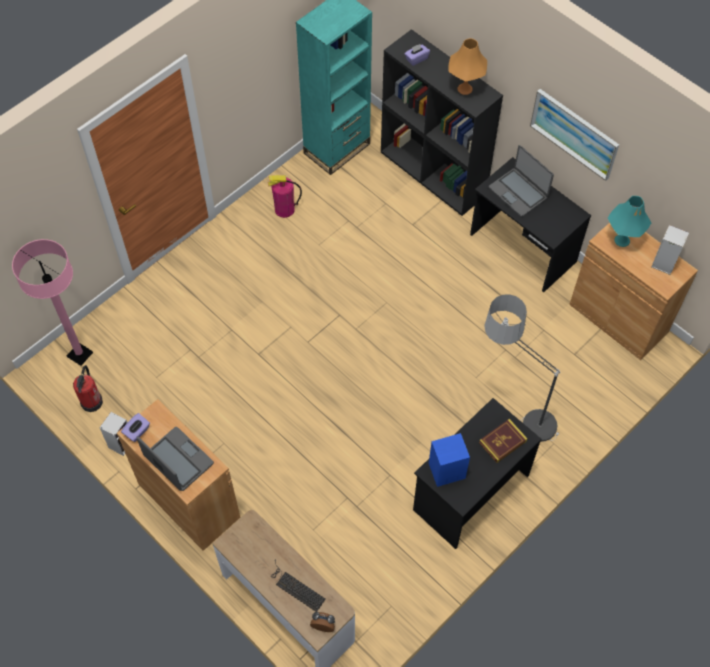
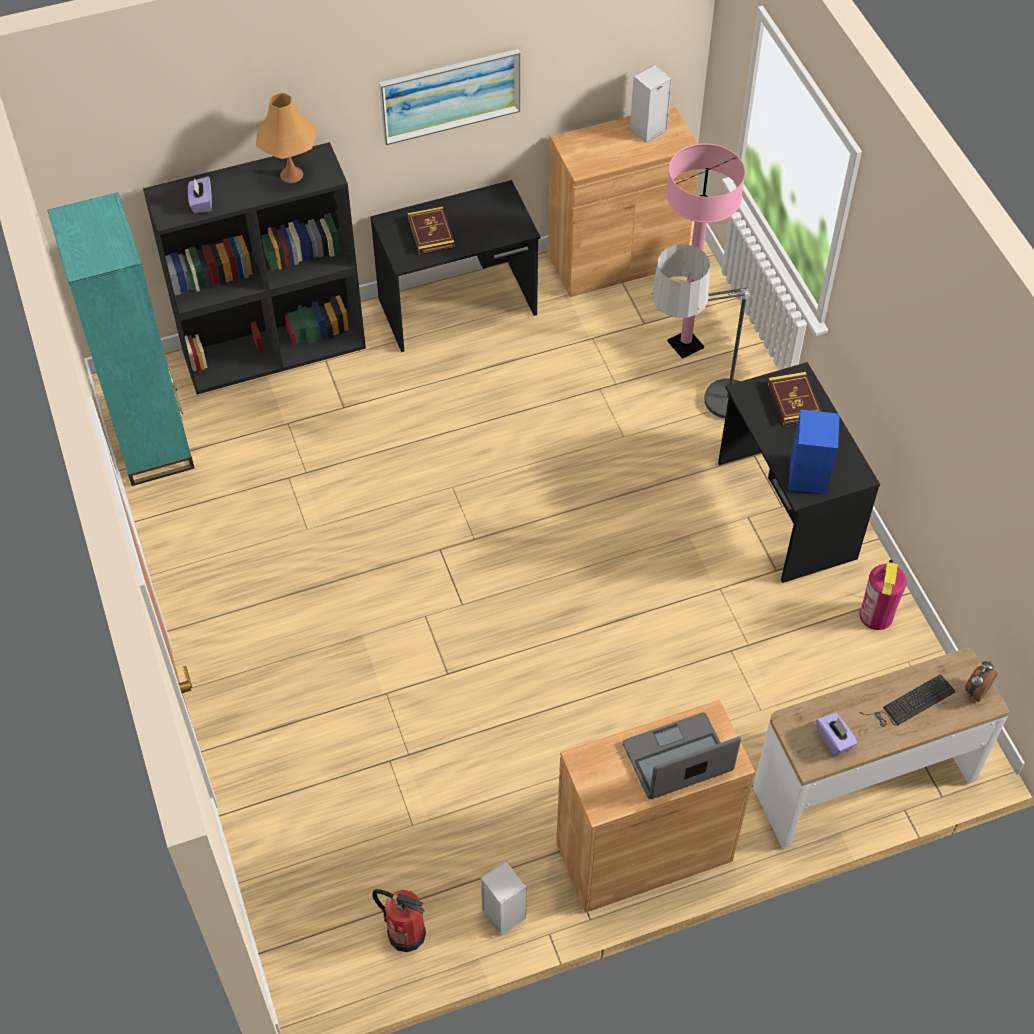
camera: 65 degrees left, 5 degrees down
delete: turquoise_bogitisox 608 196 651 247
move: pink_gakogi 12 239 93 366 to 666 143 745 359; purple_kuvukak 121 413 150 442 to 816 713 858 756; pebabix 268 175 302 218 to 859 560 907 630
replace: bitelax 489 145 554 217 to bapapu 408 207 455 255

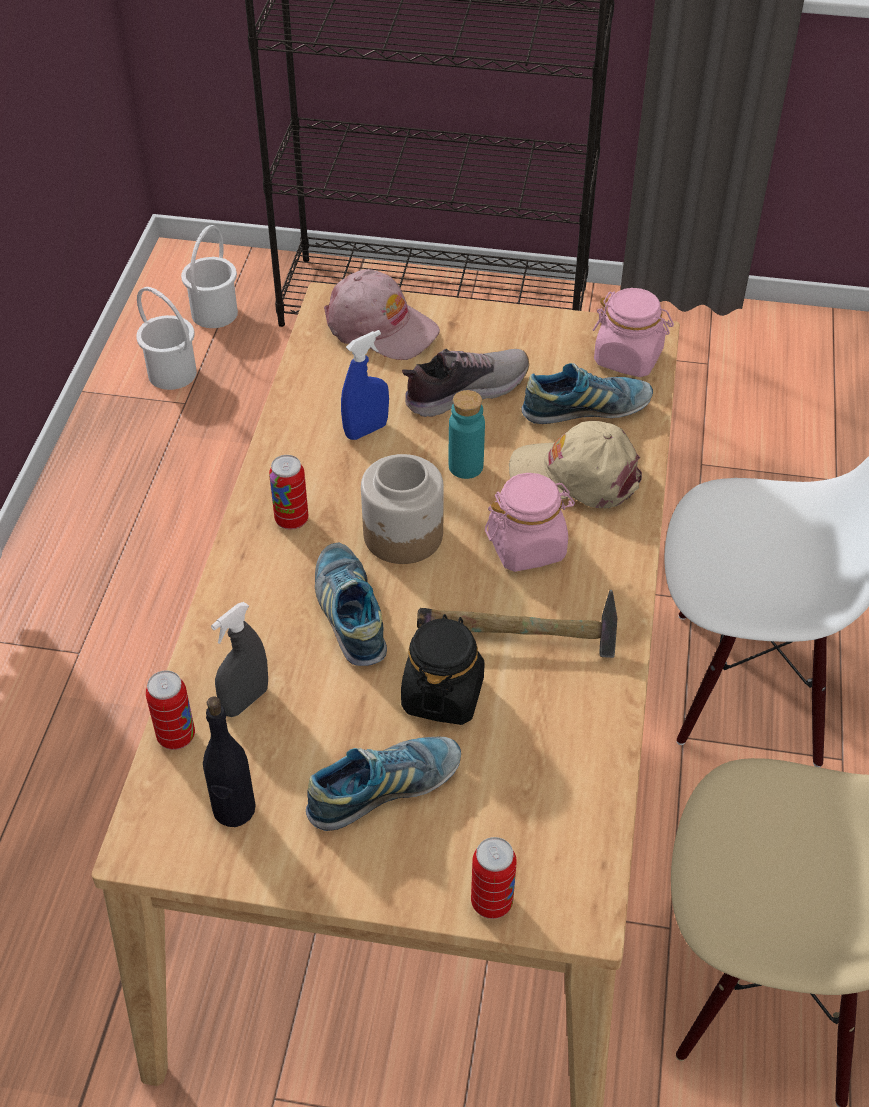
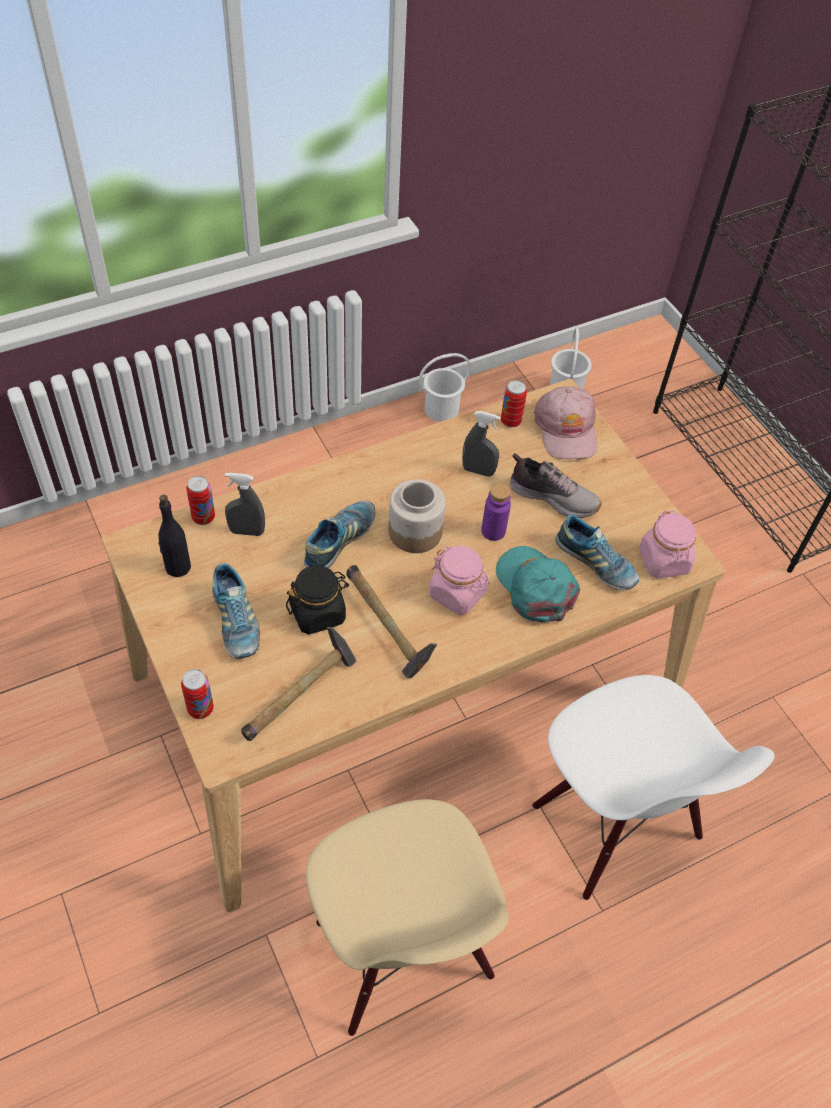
camera: 50 degrees right, 5 degrees up
insert: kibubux 241 627 357 741
move: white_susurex 181 225 238 328 to 419 353 471 422; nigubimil 269 455 309 530 to 501 380 527 427
recolor: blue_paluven 341 330 389 440 to grey_paluven 462 411 501 477; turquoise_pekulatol 449 390 485 479 to purple_pekulatol 481 483 511 541; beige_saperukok 509 421 642 508 to turquoise_saperukok 496 546 580 623
rotate: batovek 306 737 461 831 = 212 563 260 658 45 degrees clockwise

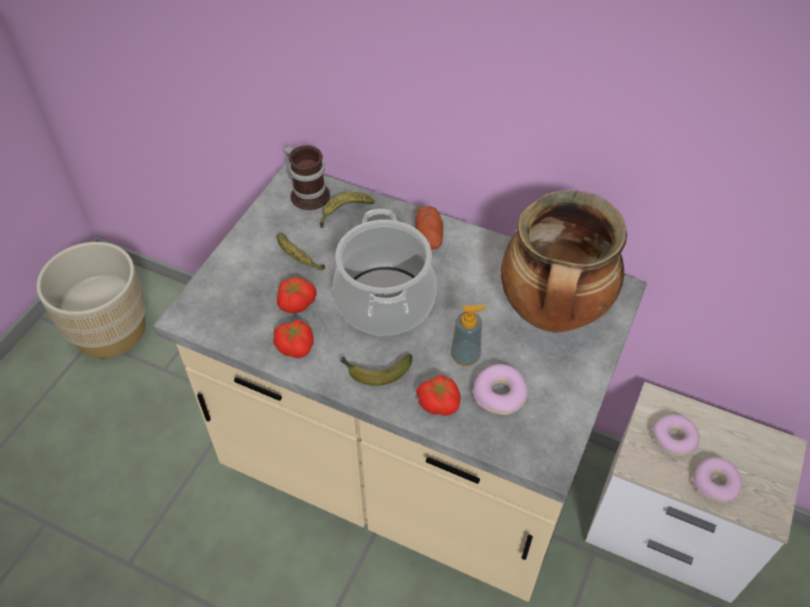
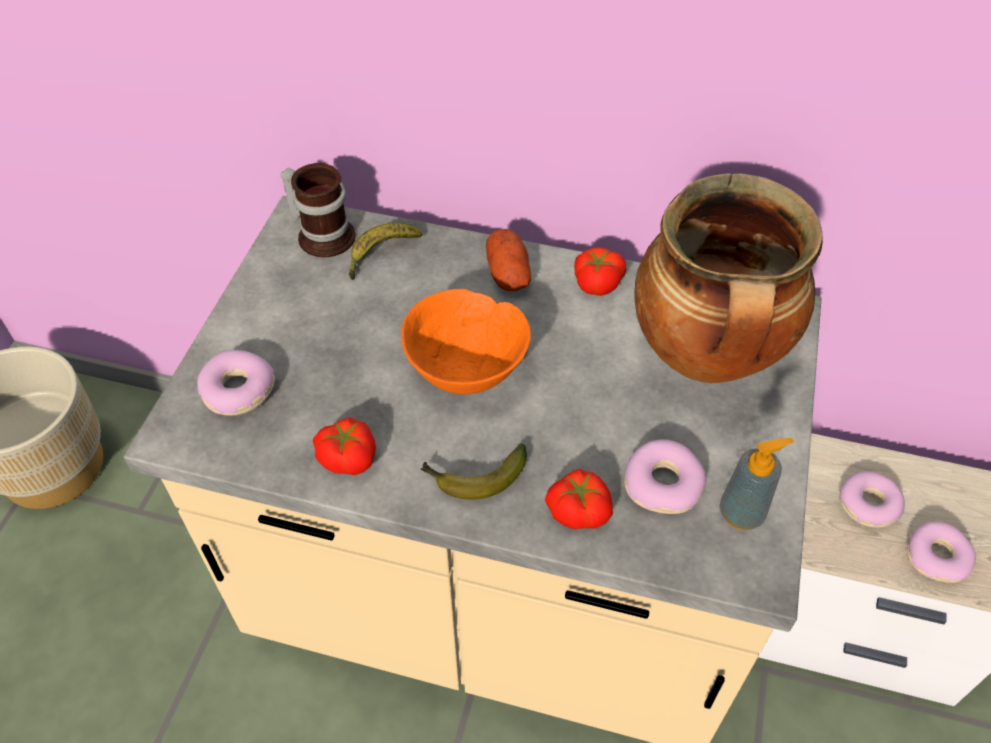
camera: 10 degrees left, 0 degrees up
delete: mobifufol 277 233 325 270
insert: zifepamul 197 350 275 416
move: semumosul 277 277 317 314 to 574 247 626 296; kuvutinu 451 305 487 366 to 720 438 794 530
replace: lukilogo 332 209 437 335 to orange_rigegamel 401 289 531 395

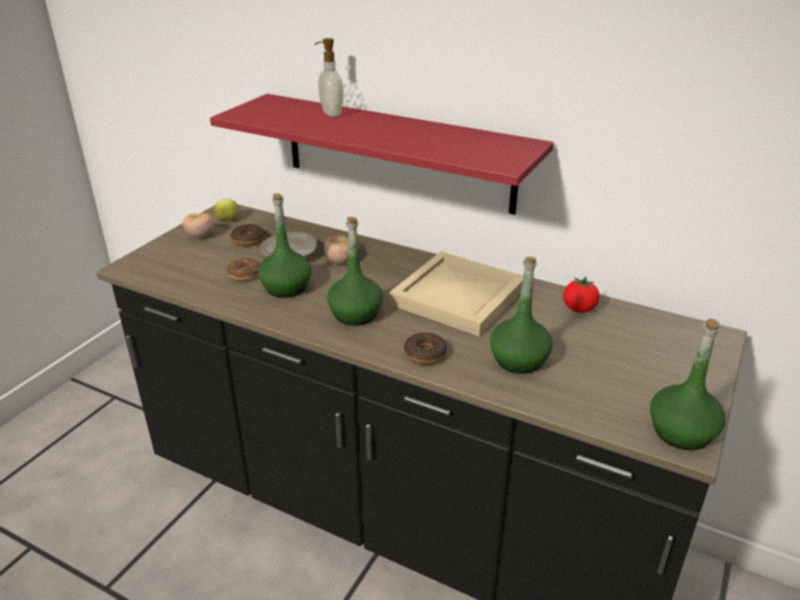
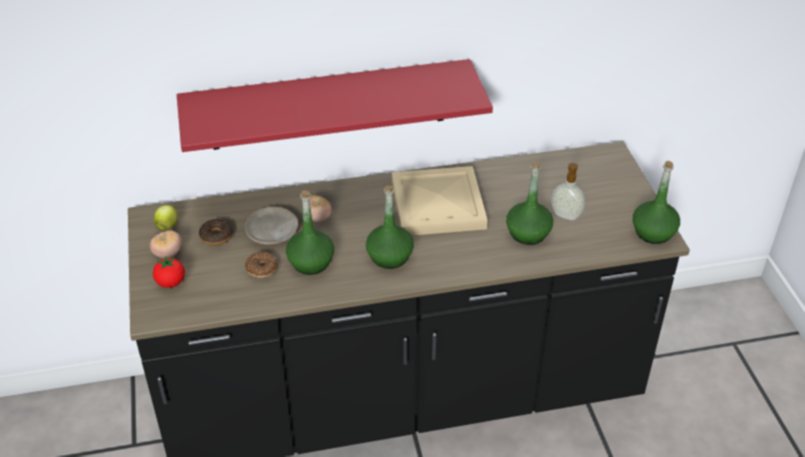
camera: 40 degrees left, 10 degrees up
delete: zifepamul 404 332 447 365
move: kuvutinu 314 38 344 117 to 551 163 585 220; semumosul 563 277 600 313 to 153 256 185 288

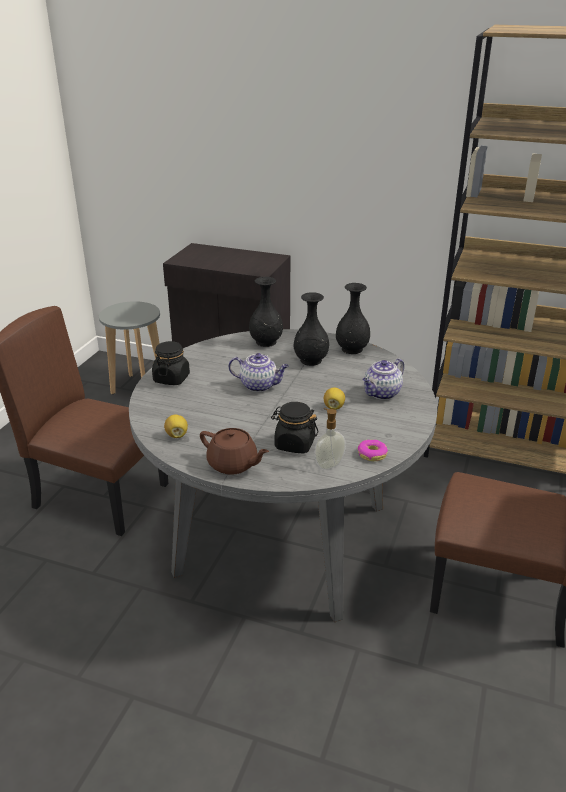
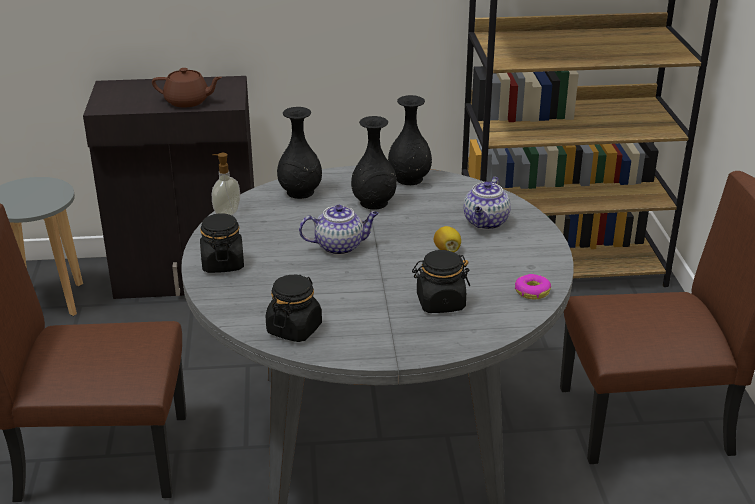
camera: 25 degrees left, 0 degrees up
move: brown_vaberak 200 428 269 475 to 152 68 222 107; kuvutinu 315 408 346 469 to 212 153 240 215
replace: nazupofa 164 415 188 438 to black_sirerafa 265 275 322 342

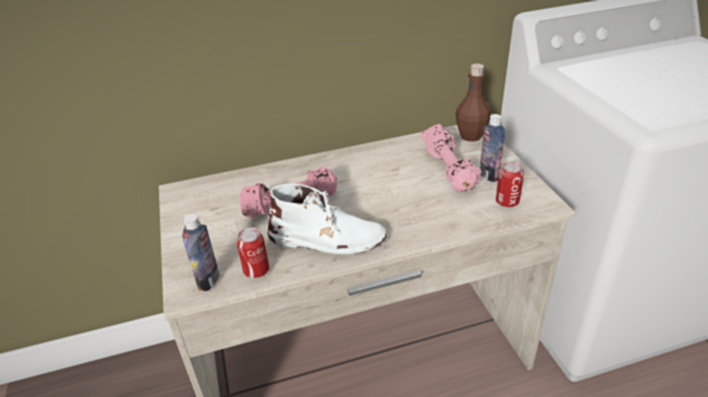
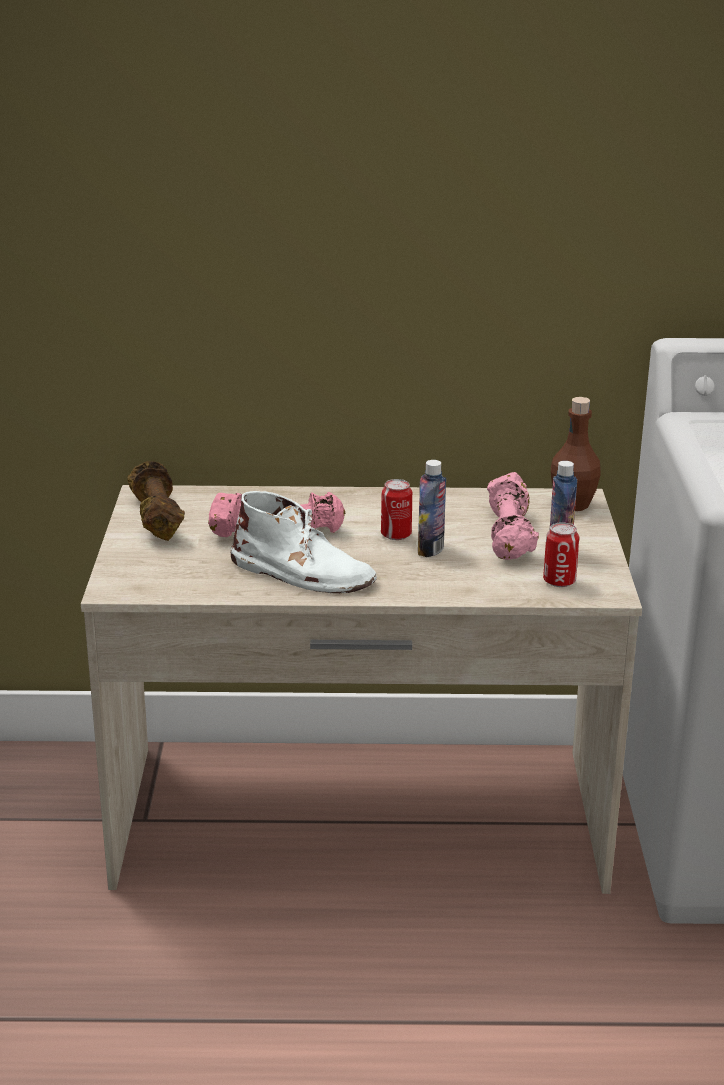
camera: 15 degrees right, 10 degrees down
insert: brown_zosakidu 127 461 185 541
move: pekulatol 182 214 219 291 to 418 460 446 557; nigubimil 236 227 269 278 to 381 479 412 540

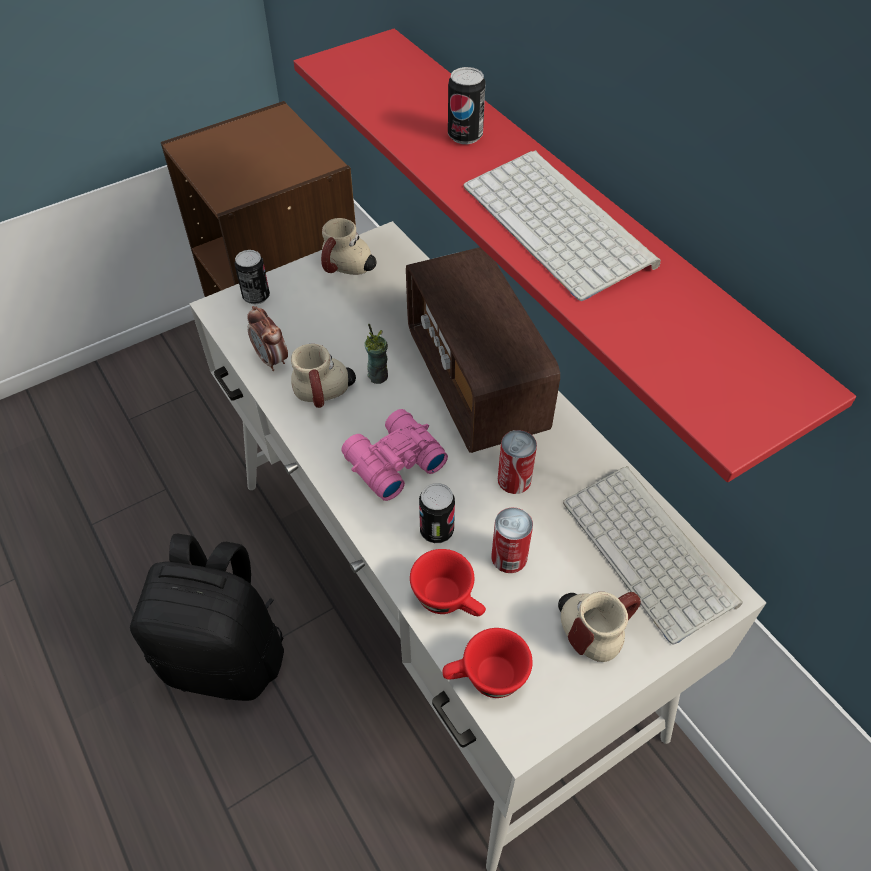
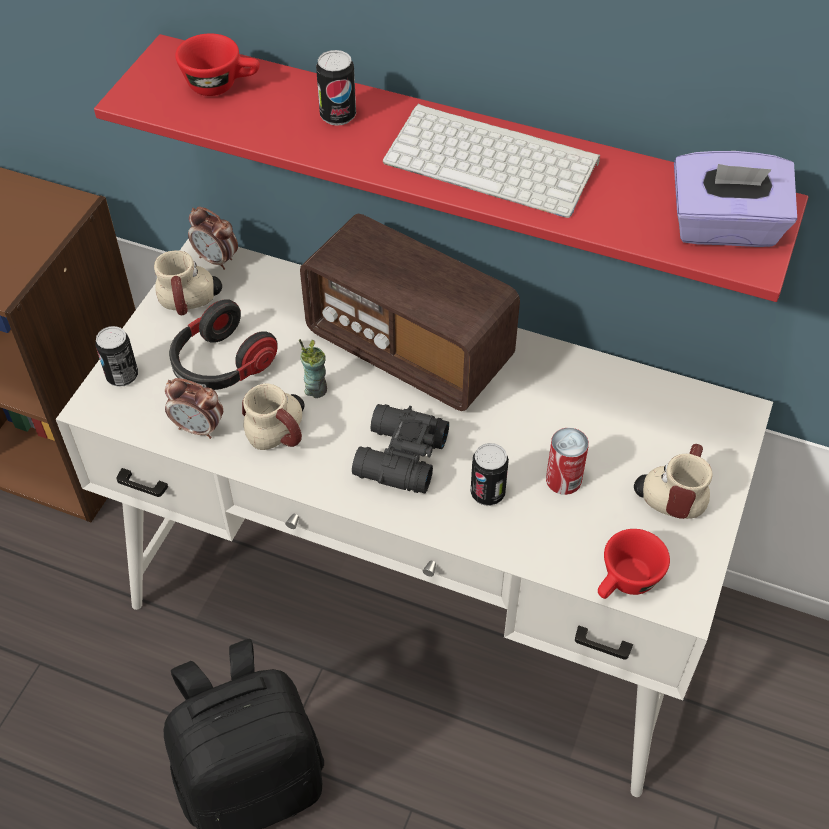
camera: 35 degrees left, 0 degrees up
delete: nigubimil 498 430 537 494; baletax 563 466 743 645
insert: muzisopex 169 299 278 390; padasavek 188 207 238 270; purple_kuvukak 674 151 797 247
move: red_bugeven 410 549 486 616 to 175 33 260 96
recolor: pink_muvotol 341 409 448 501 to black_muvotol 352 404 449 493

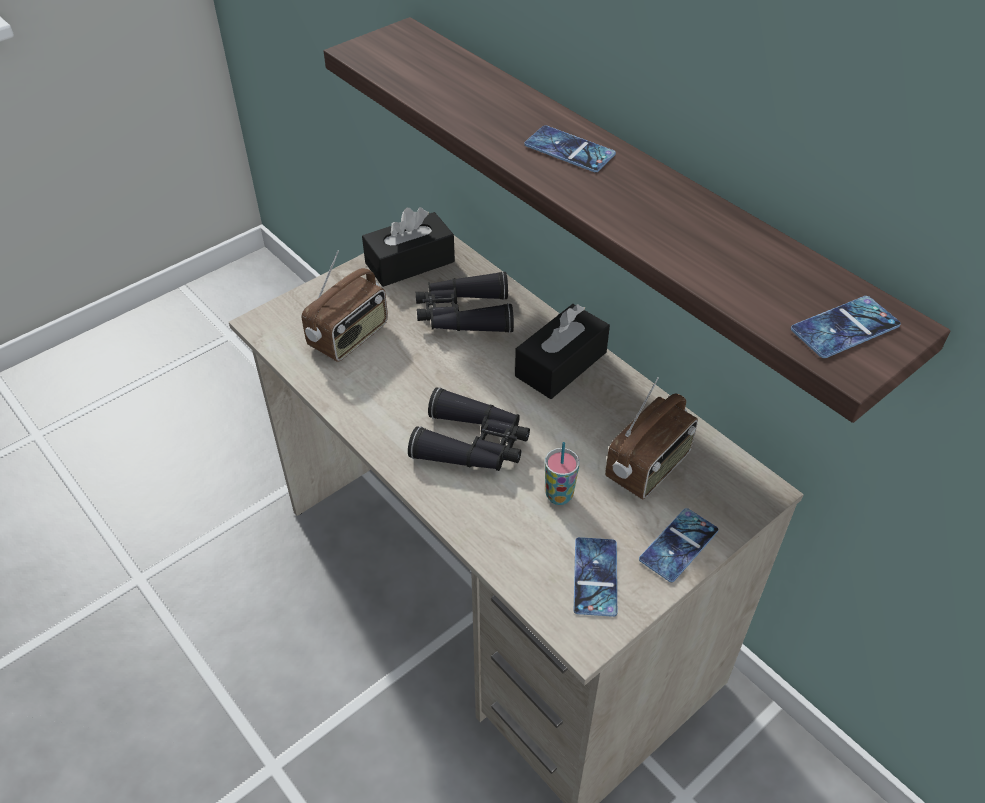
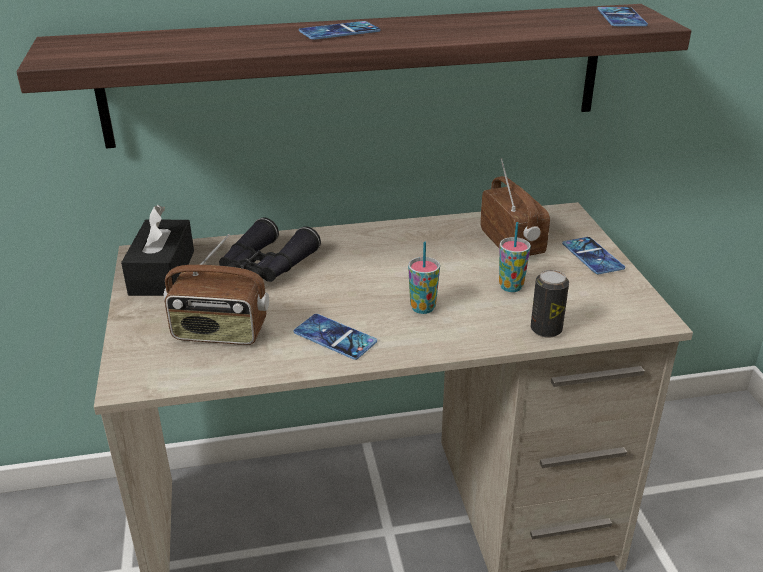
camera: 60 degrees left, 15 degrees down
delete: black_kuvukak 515 304 610 399
insert: nigubimil 531 270 569 338
move: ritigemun 574 537 617 617 to 294 314 377 360
replace: black_muvotol 408 387 530 471 to bugeven 408 242 440 314
rotate: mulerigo 302 250 388 362 = 163 234 269 345 120 degrees clockwise

